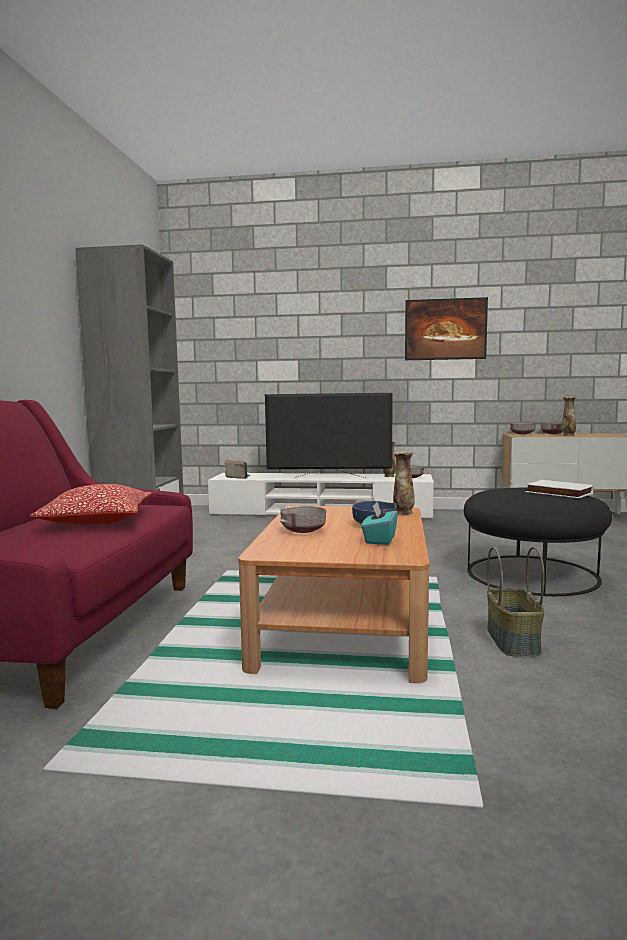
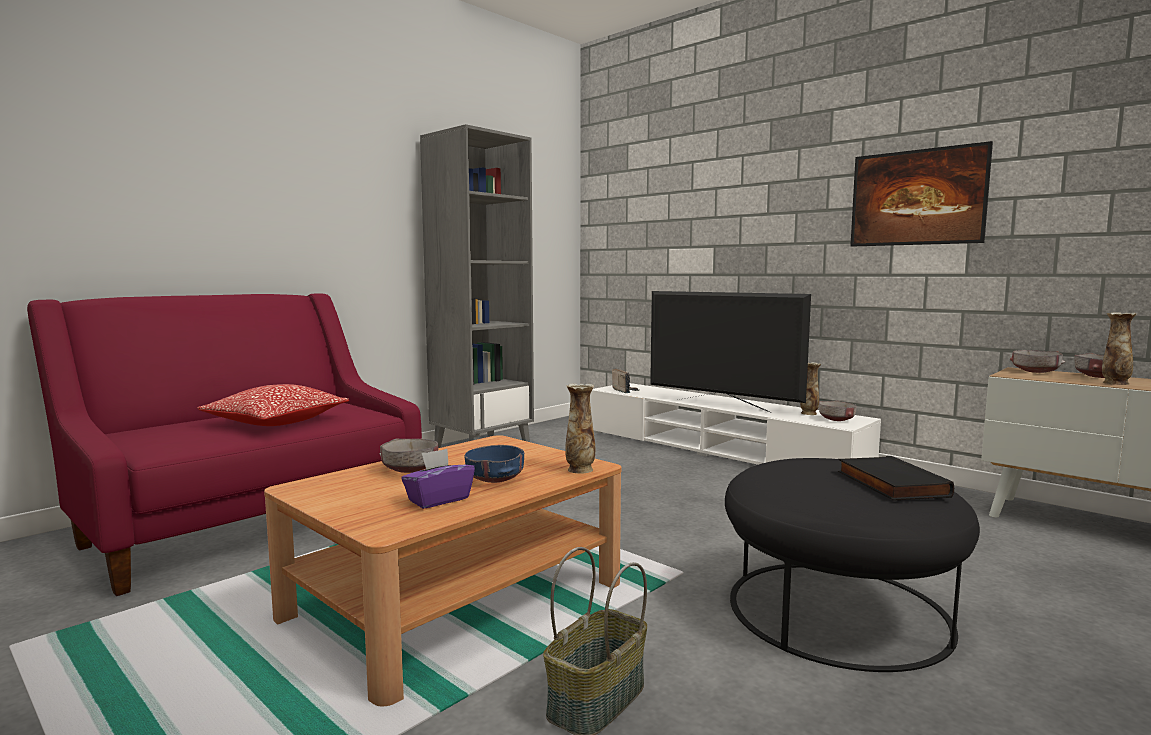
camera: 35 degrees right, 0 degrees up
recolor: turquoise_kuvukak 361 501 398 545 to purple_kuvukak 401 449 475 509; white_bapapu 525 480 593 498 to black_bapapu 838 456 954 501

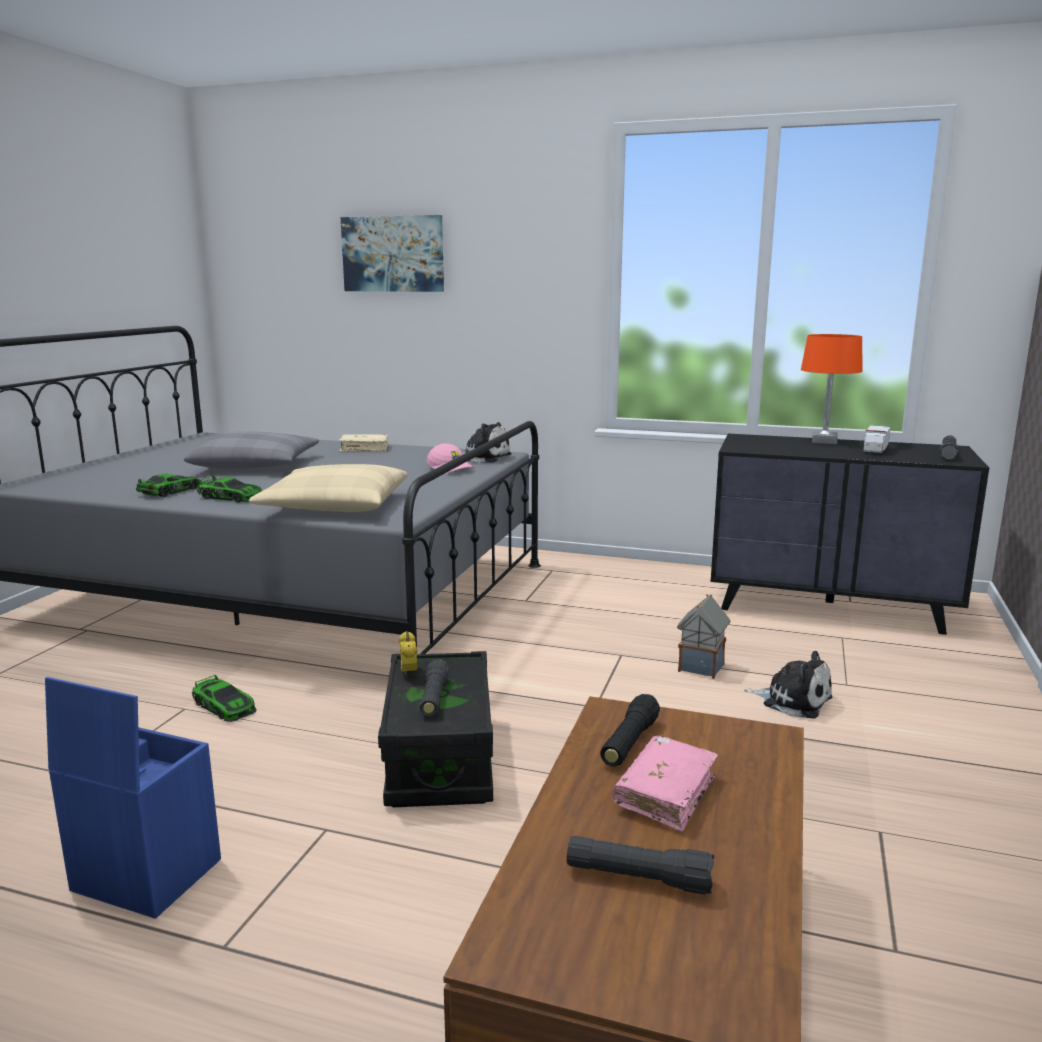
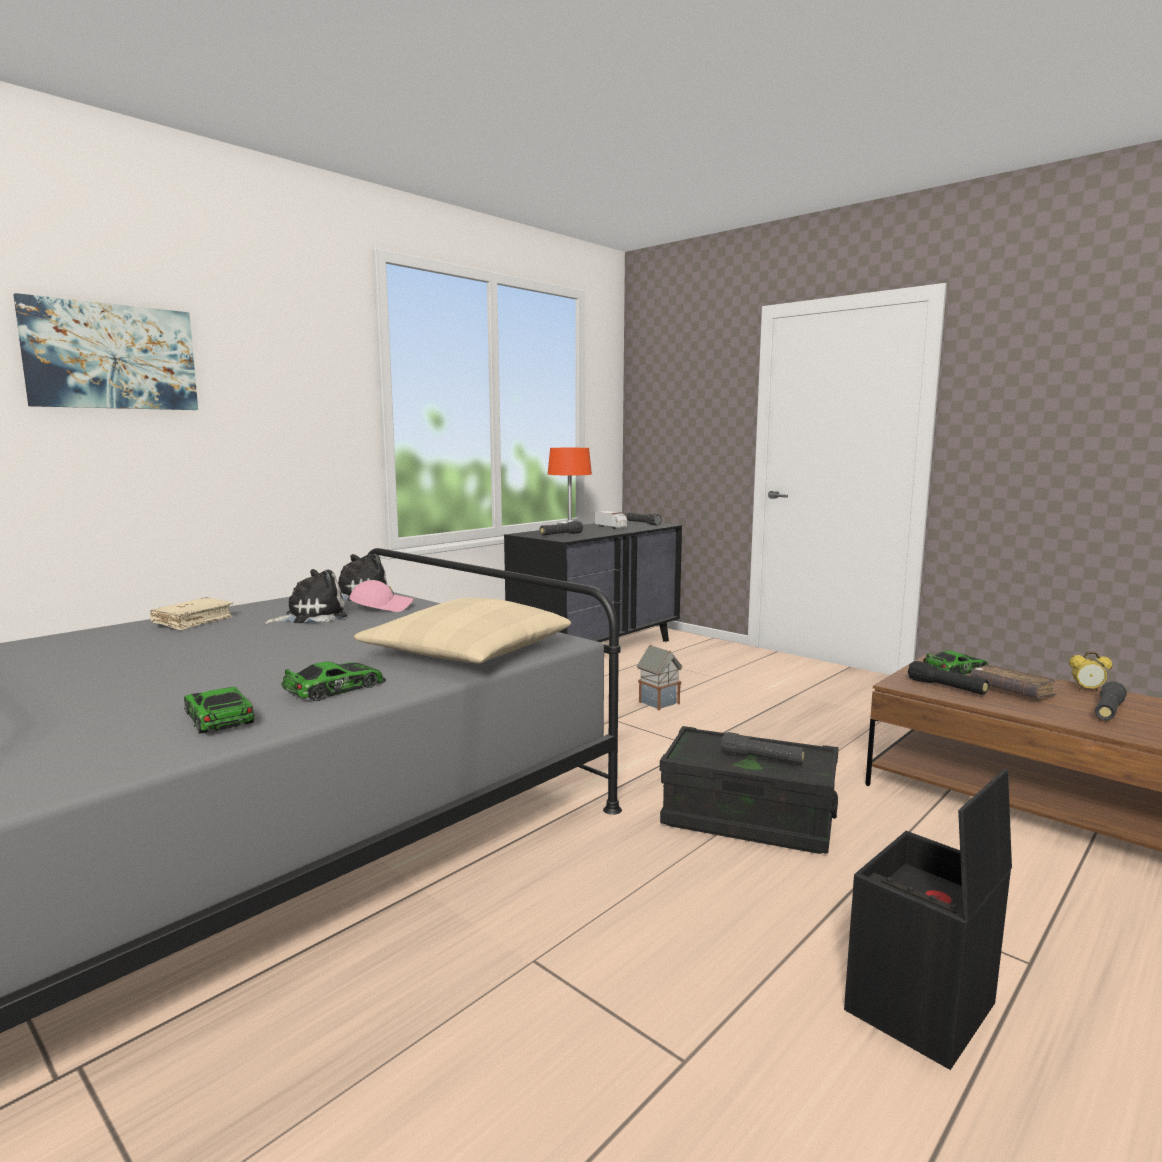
camera: 65 degrees left, 5 degrees down
delete: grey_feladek 184 431 319 469
insert: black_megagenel 539 521 583 535
move: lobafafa 192 675 257 722 to 923 651 988 675; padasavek 398 631 417 677 to 1069 652 1113 692; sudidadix 744 651 832 719 to 264 569 347 624
recolor: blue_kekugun 45 677 221 919 to black_kekugun 844 769 1012 1070; pink_bapapu 613 735 718 832 to brown_bapapu 970 665 1058 699

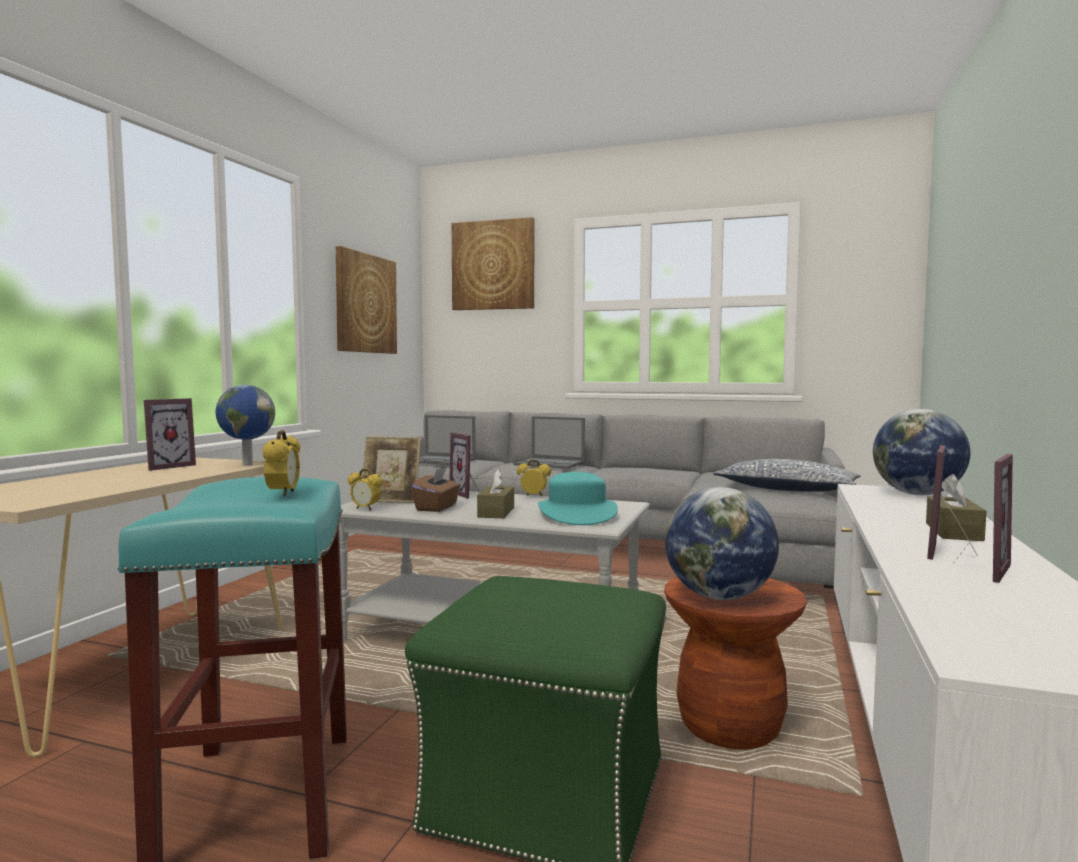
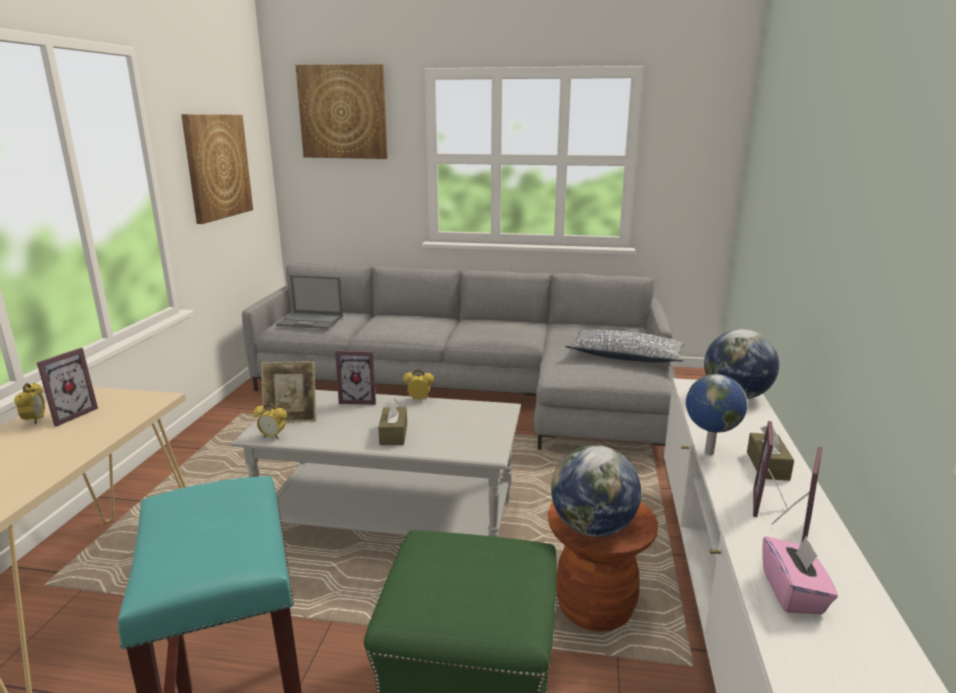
camera: 10 degrees left, 15 degrees up
delete: brown_kuvukak 411 467 461 512; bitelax 513 416 585 469; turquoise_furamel 538 472 618 525
insert: pink_kuvukak 762 535 838 614
move: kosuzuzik 215 385 275 466 to 686 374 748 455; padasavek 263 430 300 497 to 14 383 45 424
rotate: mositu 449 433 480 499 = 335 351 376 405 45 degrees counterclockwise

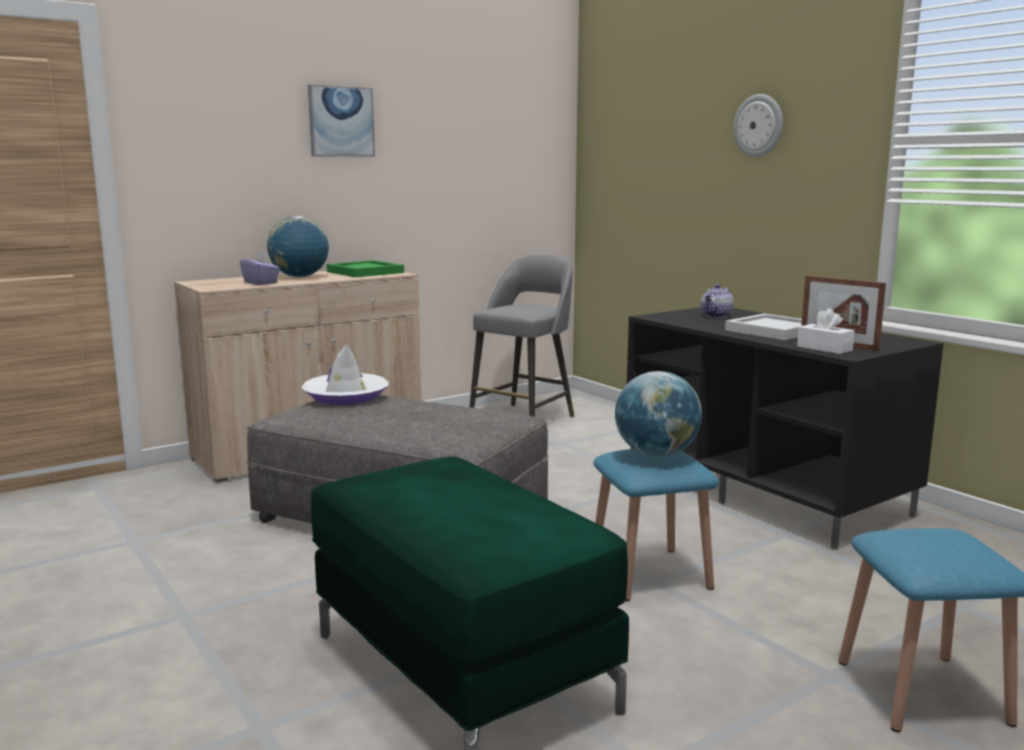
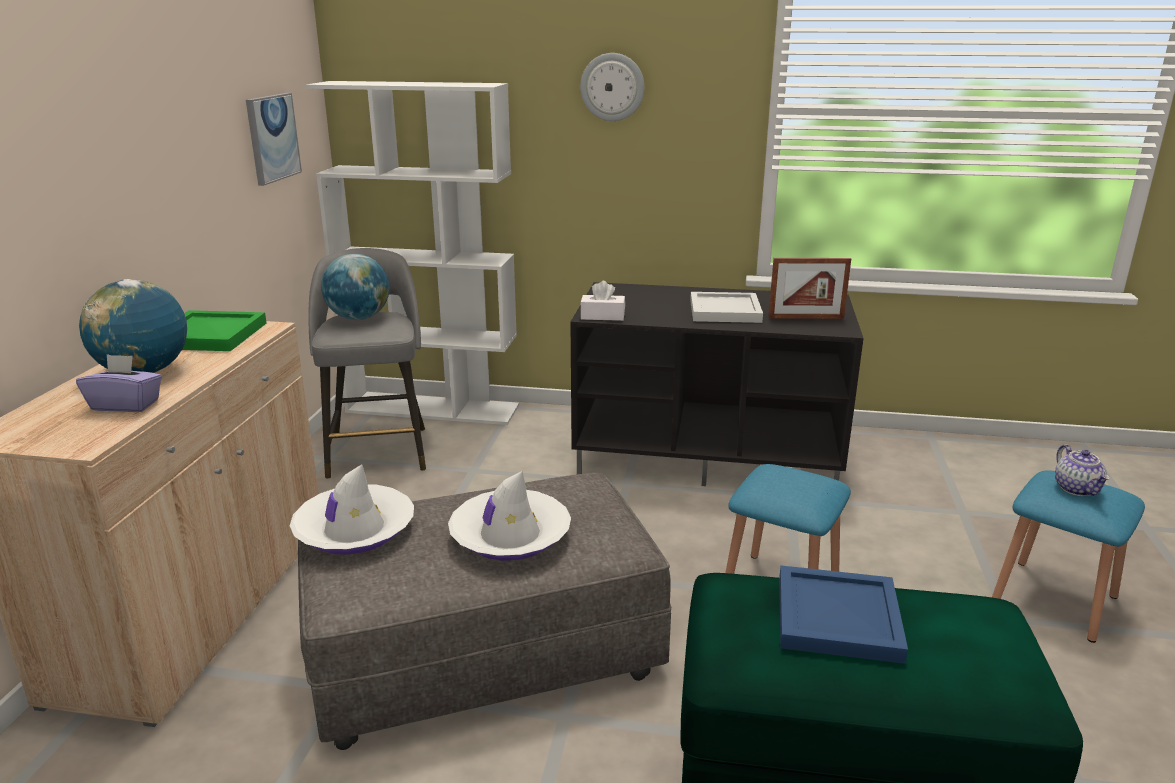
camera: 45 degrees left, 10 degrees up
insert: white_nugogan 305 81 519 425; white_furamel 448 471 571 561; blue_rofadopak 779 566 908 664
move: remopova 308 85 375 157 to 246 93 302 186; kosuzuzik 615 371 702 457 to 321 254 390 320; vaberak 701 284 734 317 to 1055 445 1110 496; white_kuvukak 797 308 855 354 to 580 281 625 321

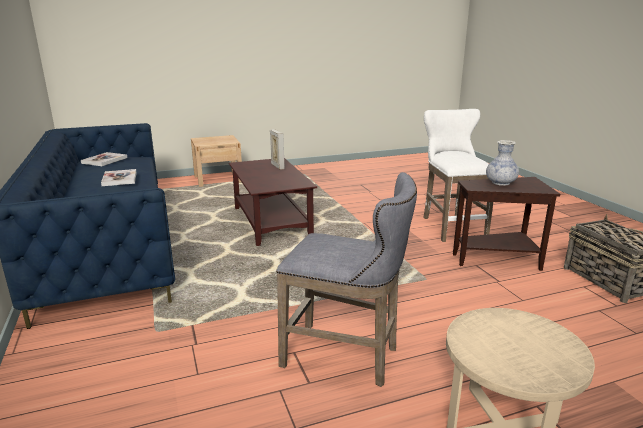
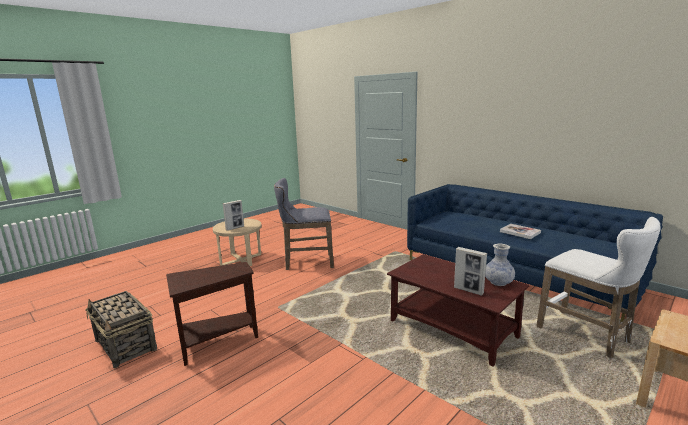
camera: 155 degrees right, 5 degrees down
delete: bapapu 81 152 127 166
insert: mositu 223 200 244 231
move: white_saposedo 423 109 493 242 to 536 217 660 358; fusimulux 486 140 519 186 to 485 244 515 286

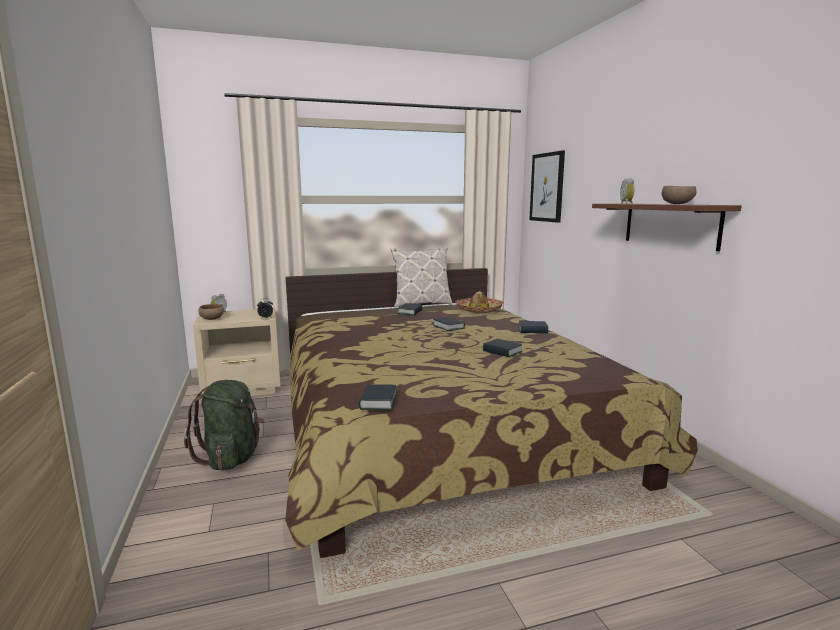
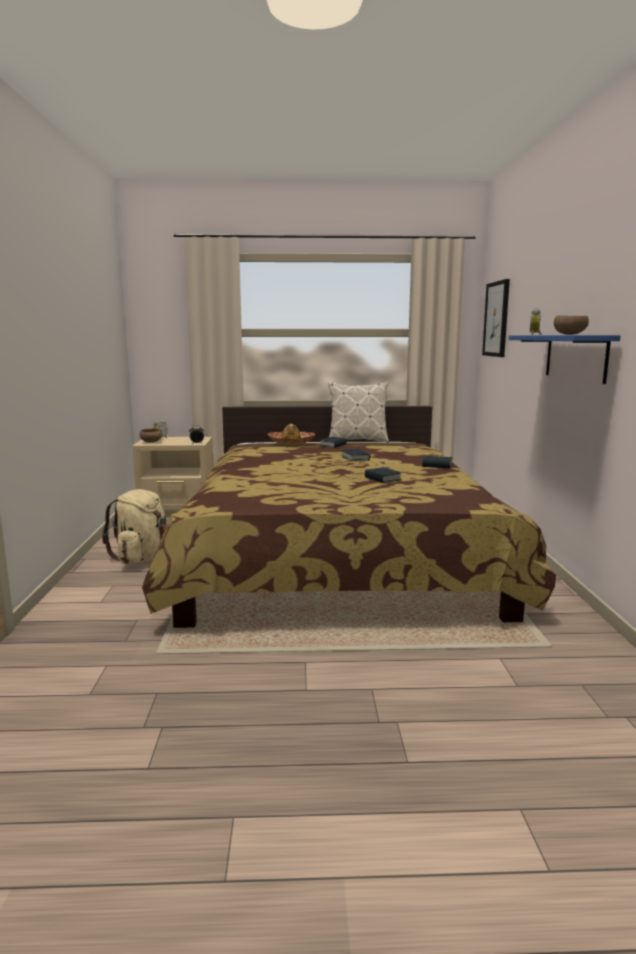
camera: 15 degrees right, 0 degrees up
delete: bapapu 359 384 397 410
move: furamel 455 292 504 313 to 268 424 315 445
recolor: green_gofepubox 184 380 264 471 to beige_gofepubox 102 489 167 564; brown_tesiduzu 592 204 741 251 to blue_tesiduzu 509 335 621 384

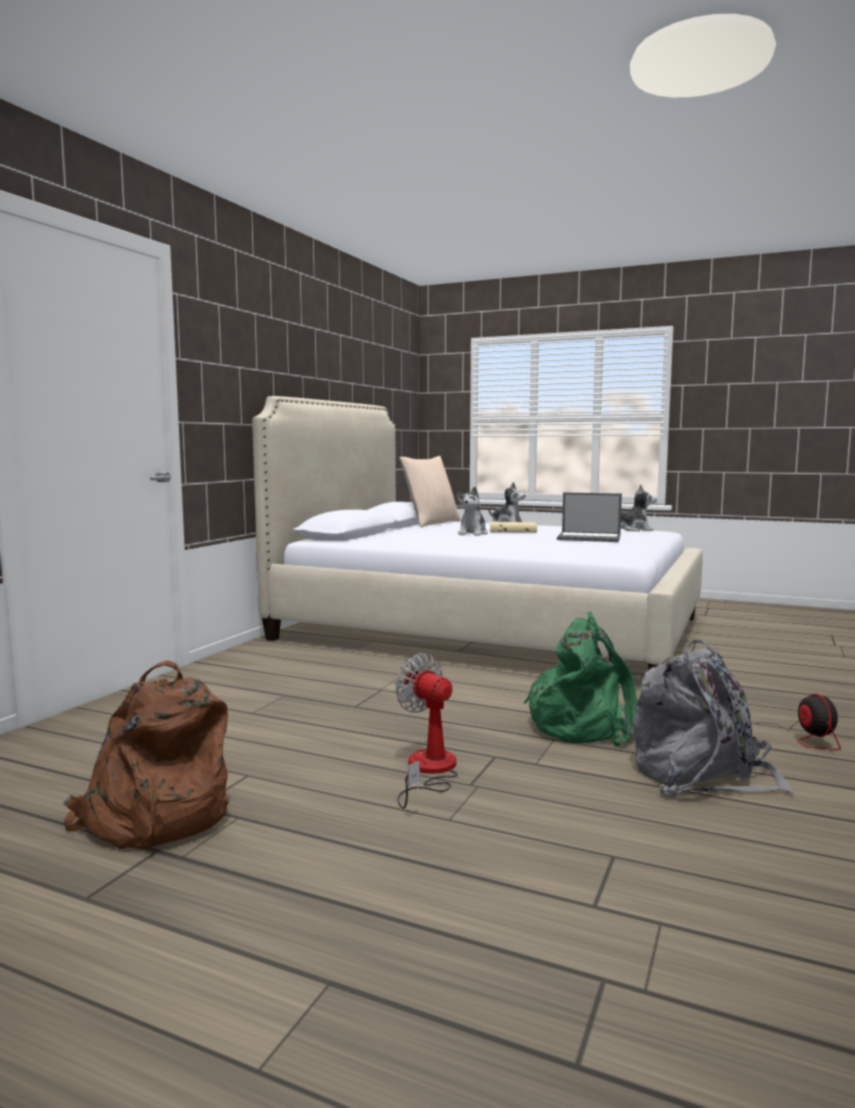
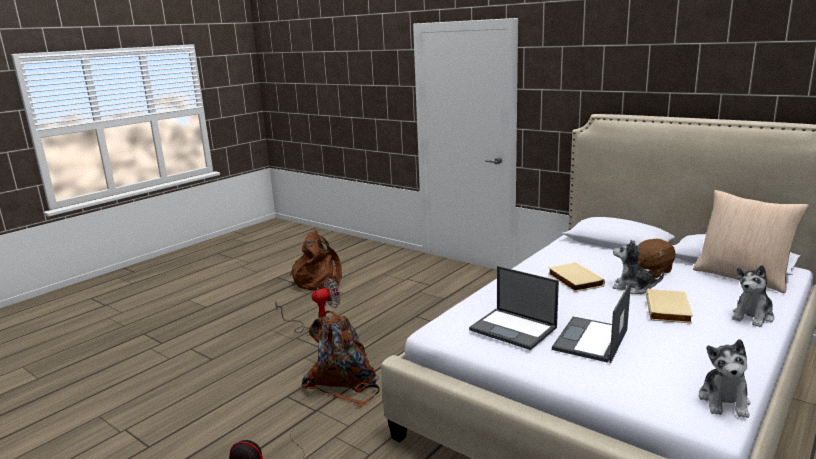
camera: 105 degrees right, 10 degrees up
delete: grey_gofepubox 632 640 794 795
insert: bitelax 469 266 559 350; beige_bapapu 548 262 605 292; brown_sudidadix 638 239 676 278
recolor: green_gofepubox 524 611 637 746 to brown_gofepubox 301 311 380 408

